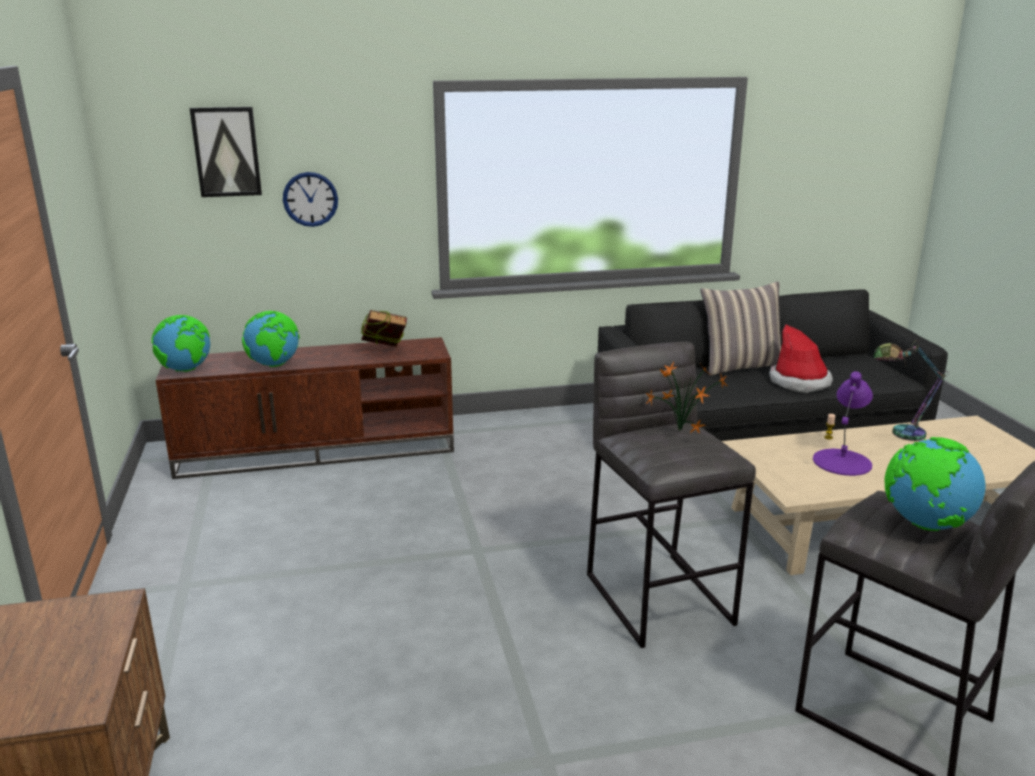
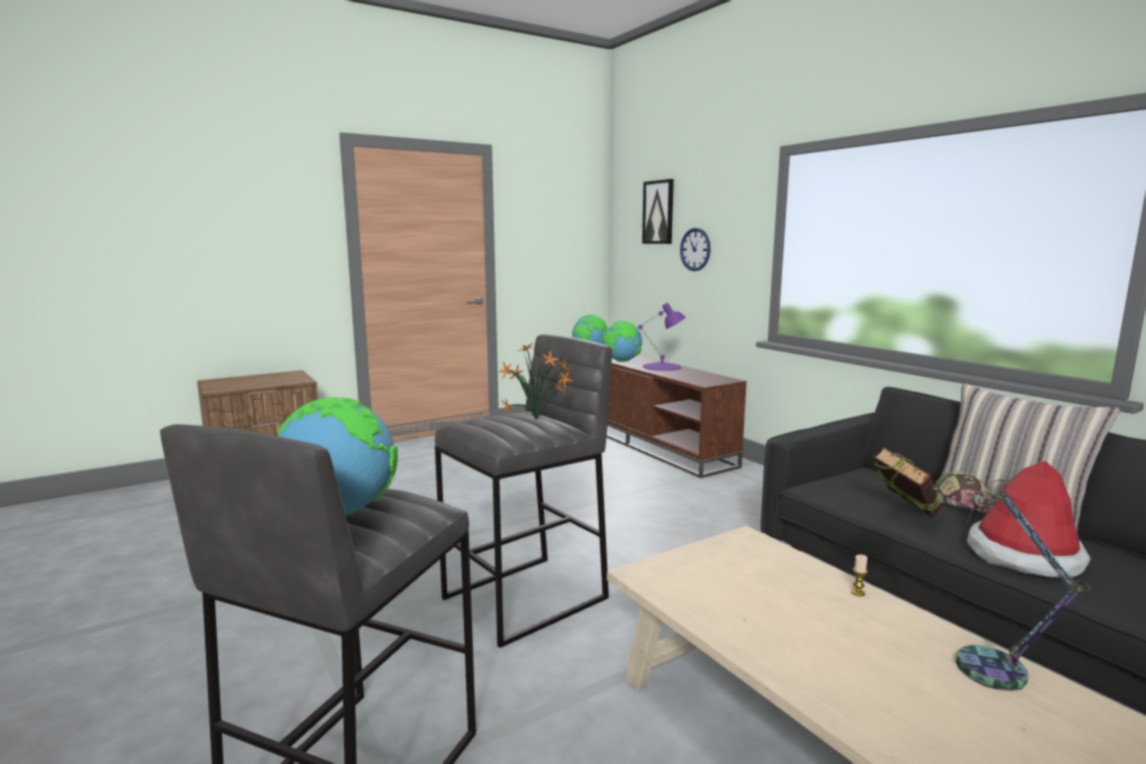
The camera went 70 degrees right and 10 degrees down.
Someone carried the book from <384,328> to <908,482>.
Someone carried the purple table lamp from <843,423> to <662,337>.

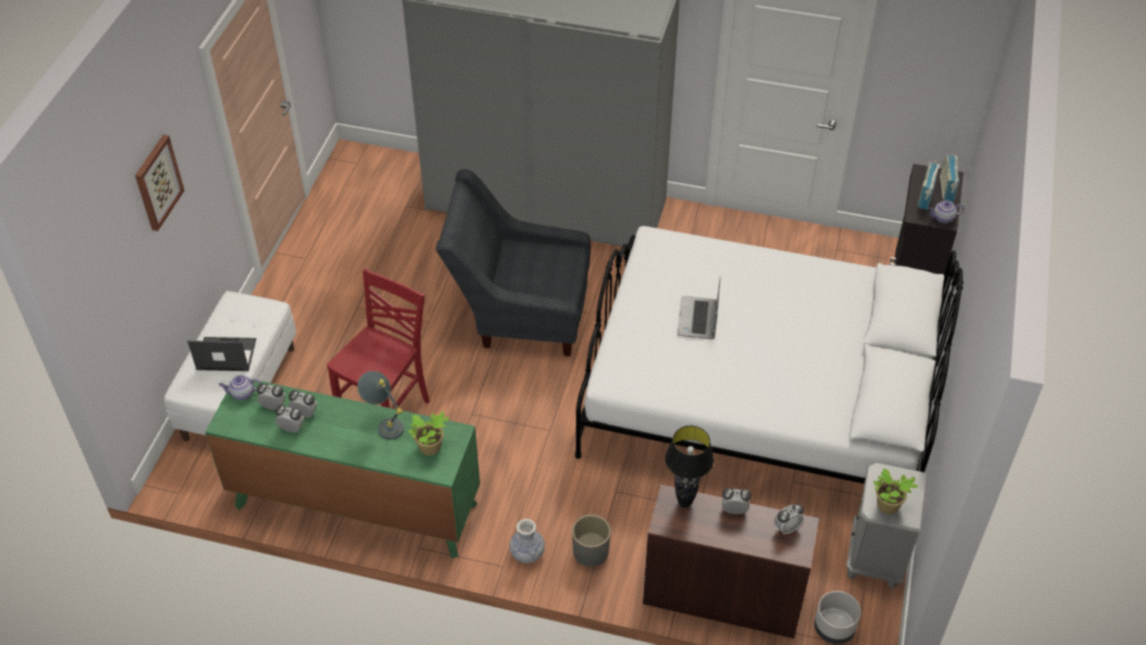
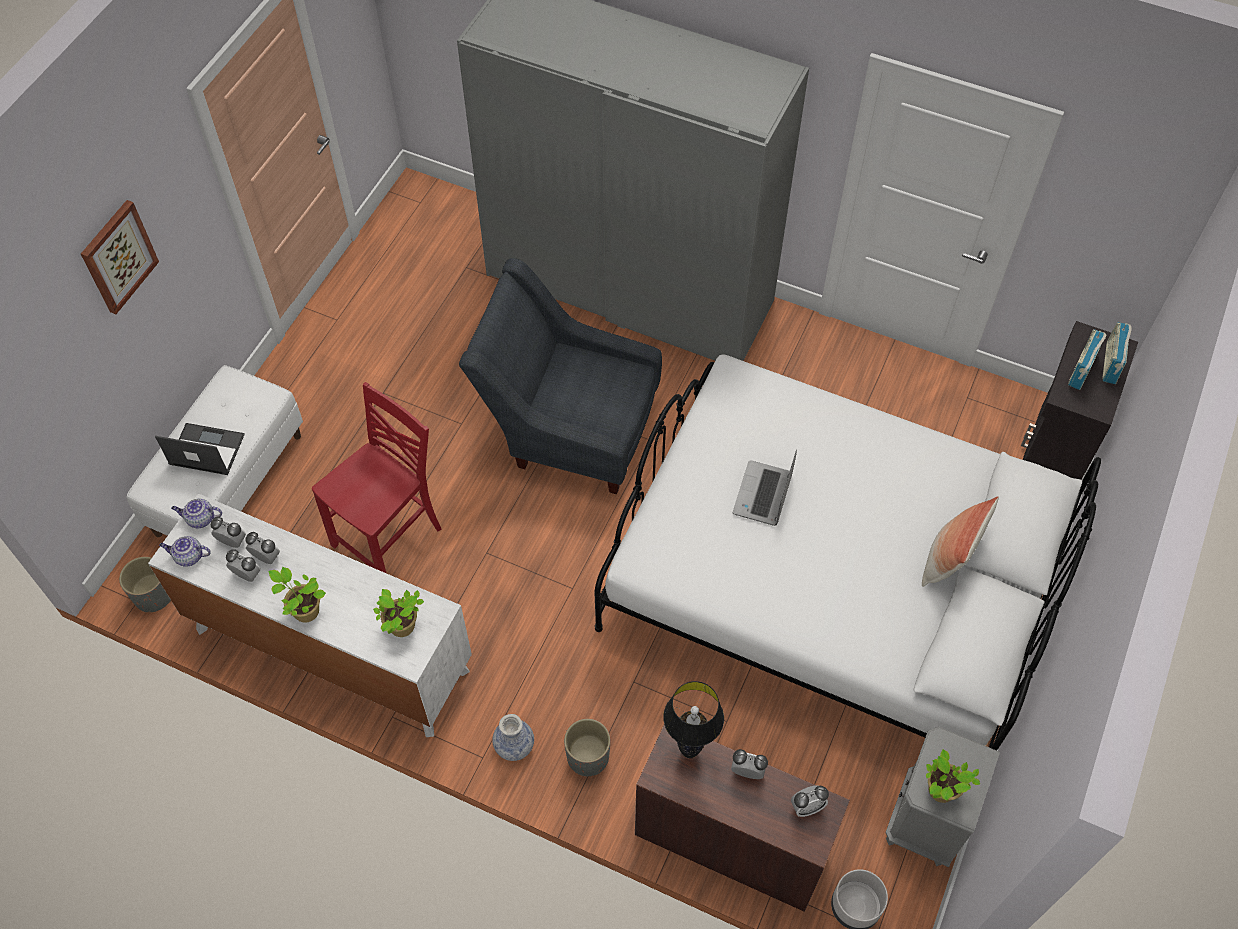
The camera went 10 degrees right and 10 degrees up.
Someone took away the grey table lamp at <380,405>.
Someone put down the grey planter at <145,584>.
Someone put down the potted plant at <297,595>.
Someone put down the pillow at <960,542>.
Someone carried the teapot from <946,212> to <185,551>.
Someone repainted the green dresser at <342,468>, which became the white dresser at <310,615>.

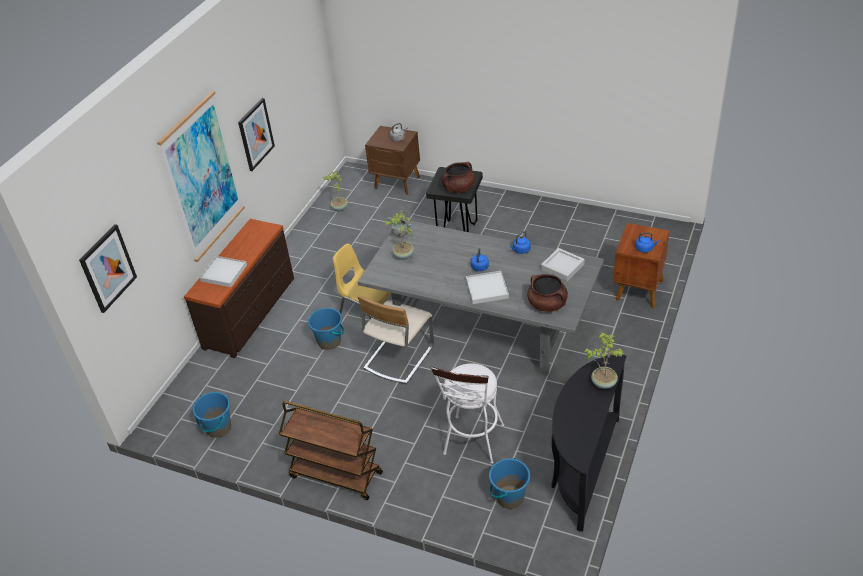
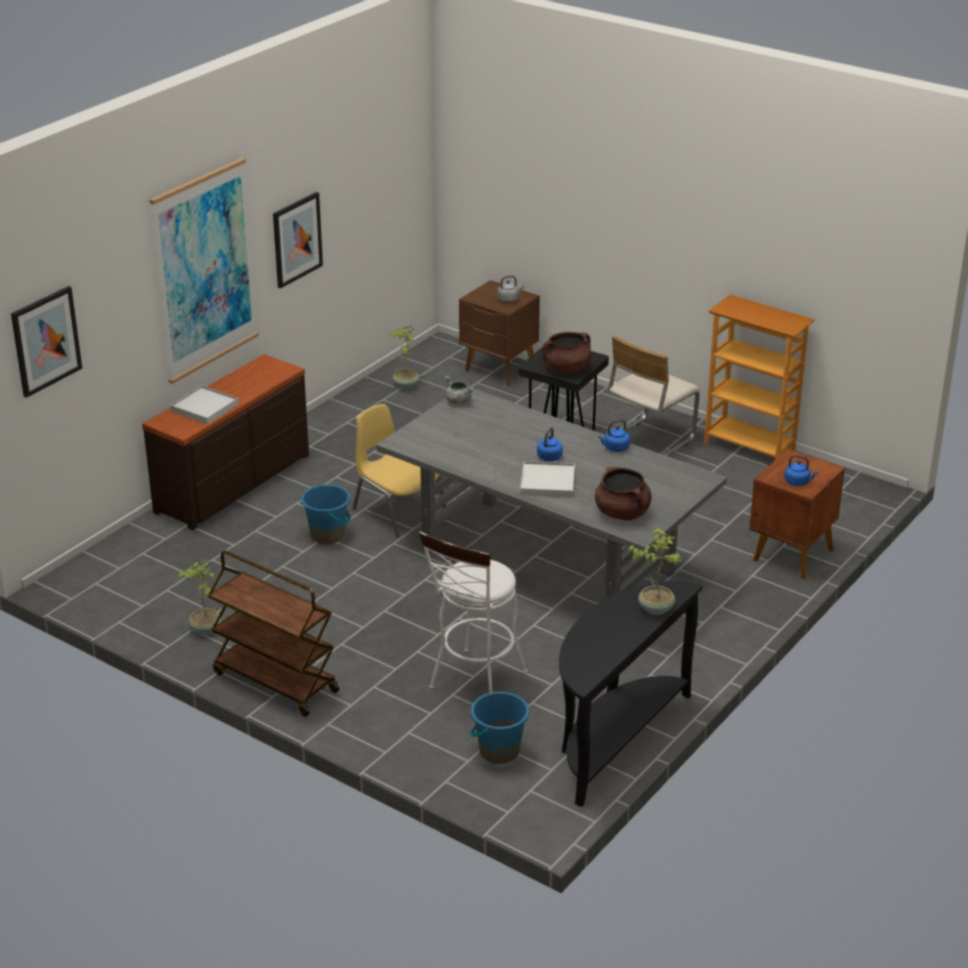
The camera went 10 degrees right and 10 degrees down.
Someone took away the blue bucket at <211,415>.
Someone took away the grey tray at <563,264>.
Someone put down the bookcase at <759,377>.
Someone carried the beige chair from <395,339> to <654,396>.
Someone carried the potted plant from <399,235> to <200,597>.

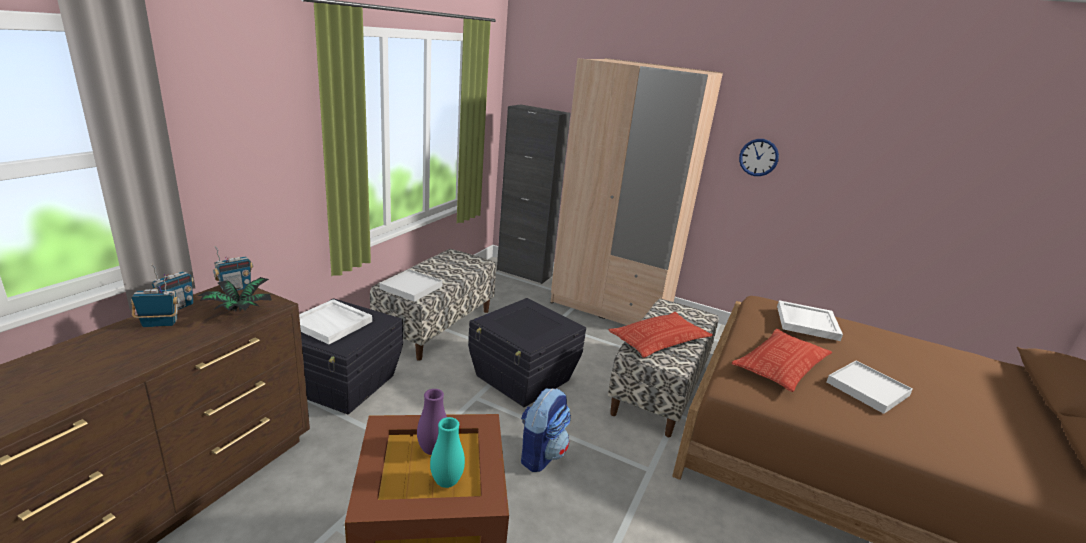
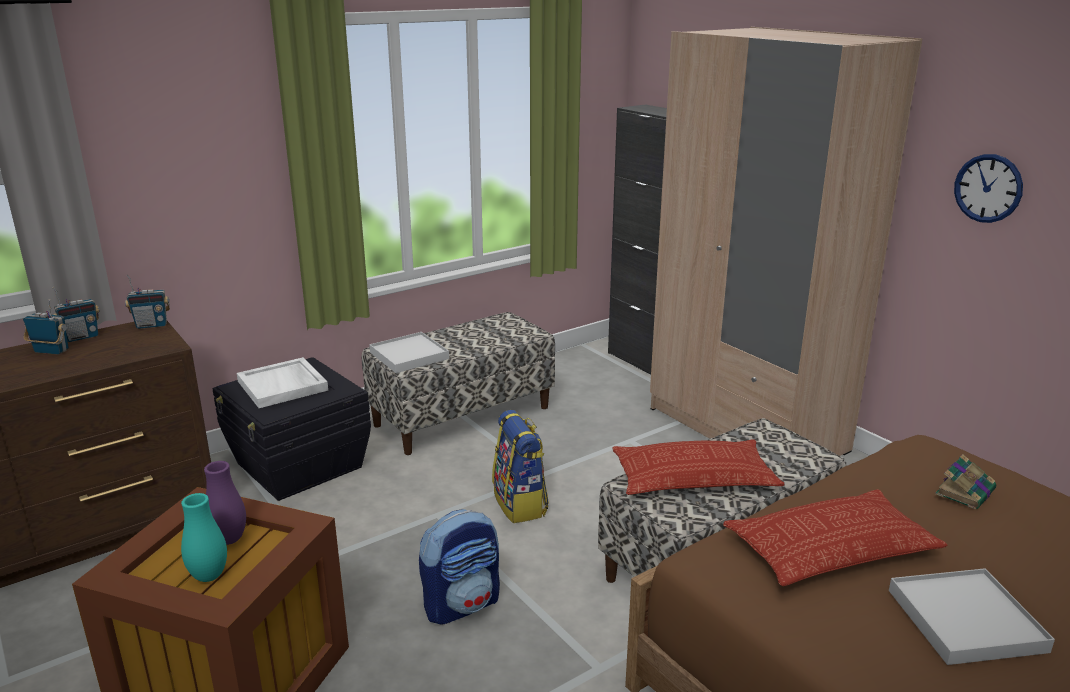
The camera went 30 degrees right and 0 degrees up.
Someone took away the potted plant at <235,294>.
Someone swapped the black storage box at <527,352> for the backpack at <520,466>.
Someone swapped the white tray at <810,320> for the book at <965,482>.

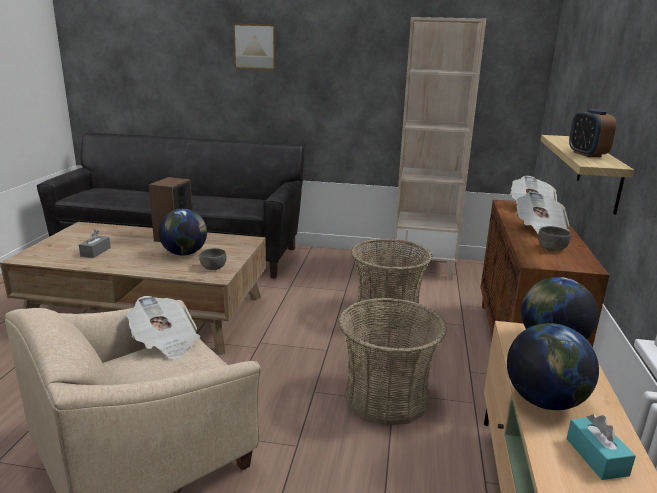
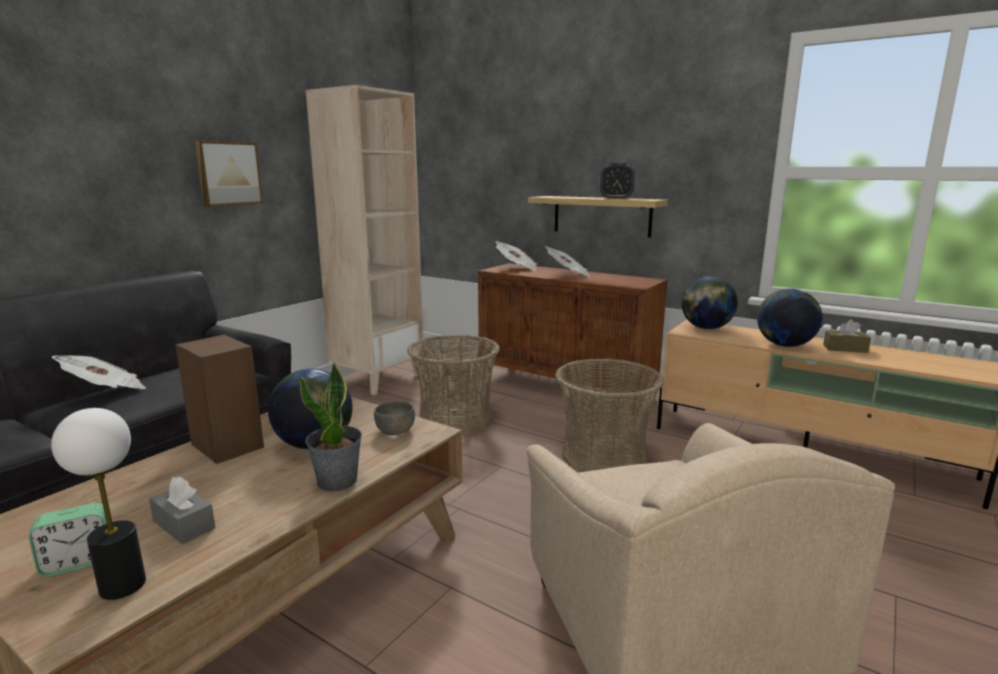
The camera went 65 degrees left and 5 degrees down.
Someone took away the grey bowl at <554,238>.
Someone put down the alarm clock at <68,540>.
Someone put down the table lamp at <98,504>.
Someone put down the potted plant at <331,426>.
Someone carried the newspaper from <163,327> to <99,372>.
Someone carried the picture from <255,46> to <229,173>.
Someone repainted the turquoise tissue box at <601,447>, which became the brown tissue box at <847,336>.

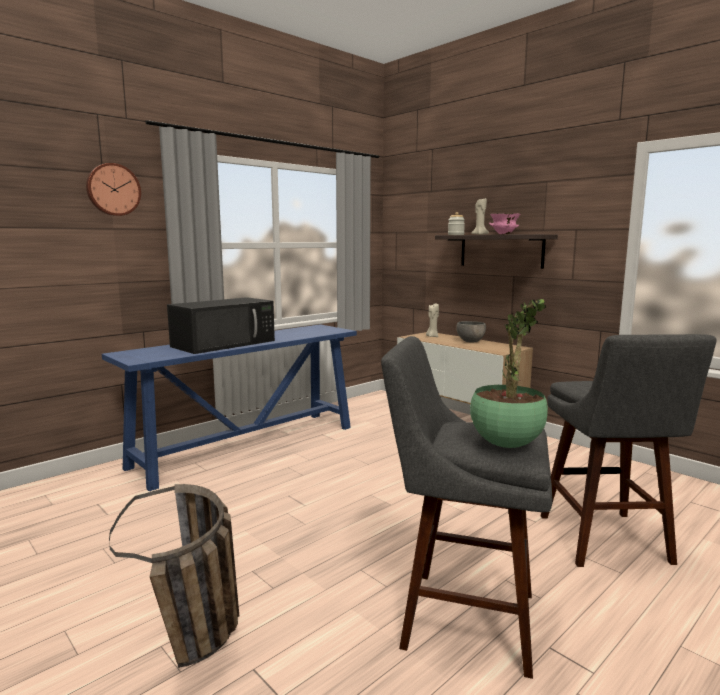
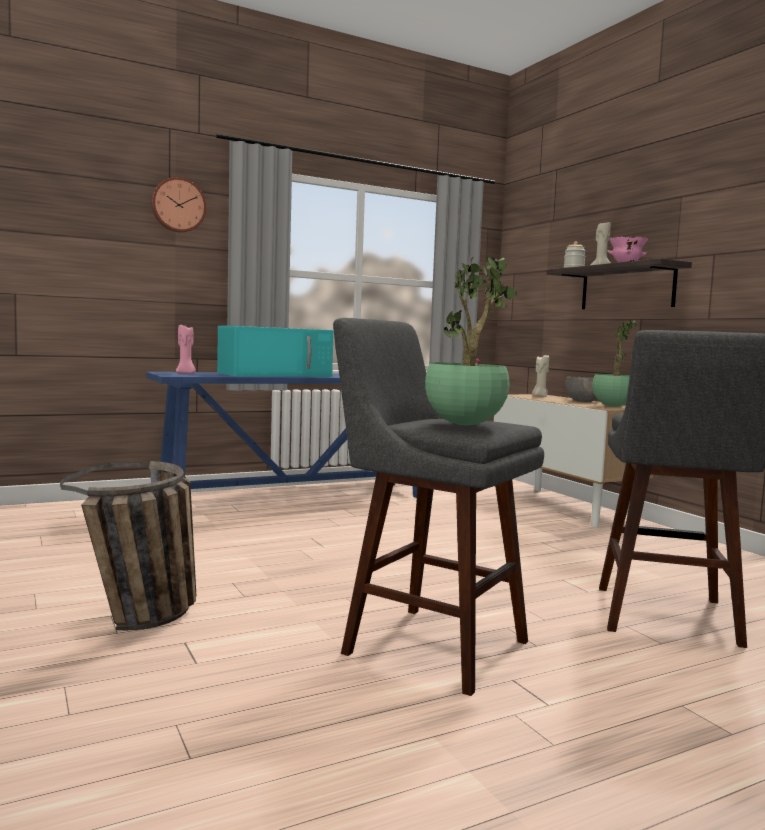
The camera went 15 degrees right and 5 degrees down.
Someone put down the pink candle at <186,349>.
Someone put down the potted plant at <614,363>.
Someone repainted the black microwave at <221,325>, which became the turquoise microwave at <275,351>.

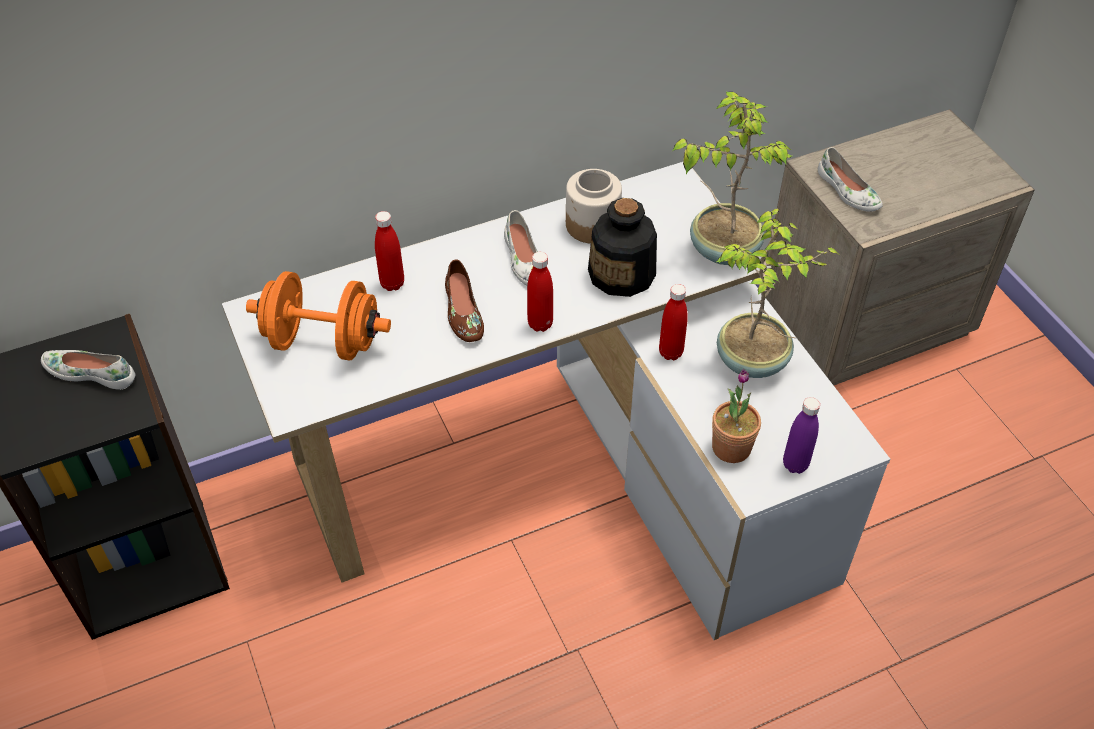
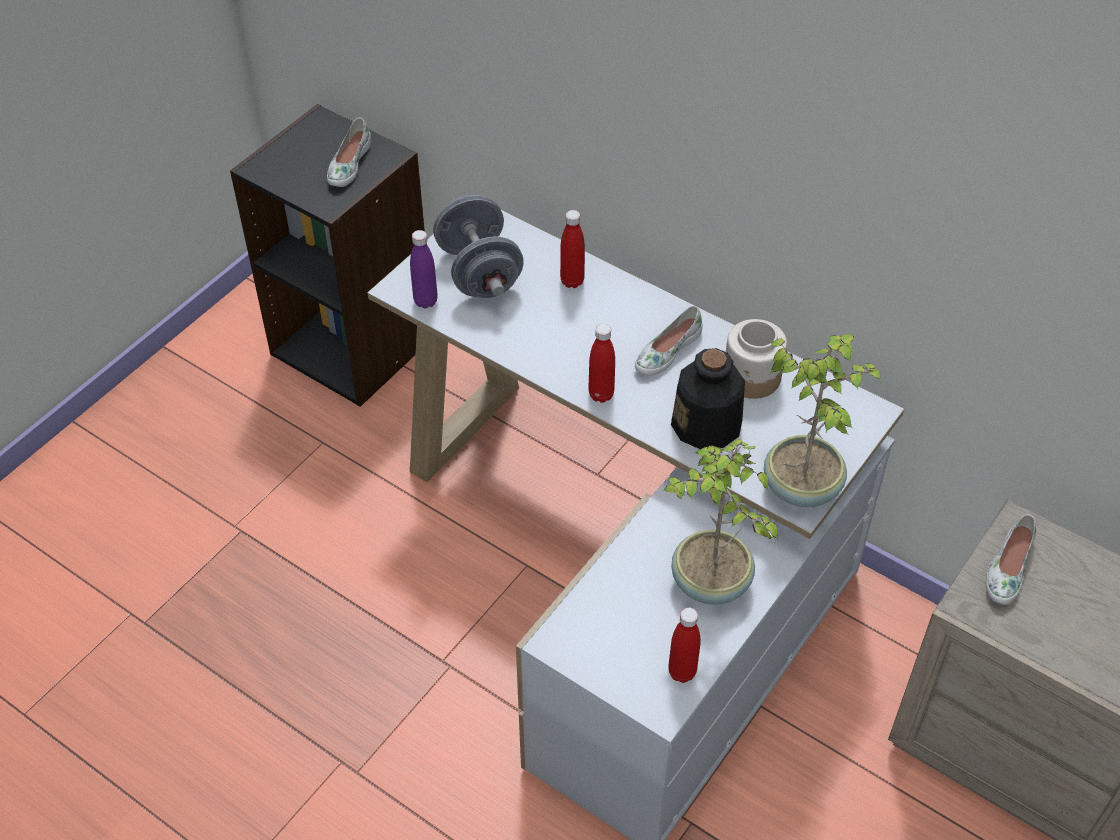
The camera went 60 degrees right and 0 degrees up.
Someone took away the brown shoe at <464,301>.
Someone took away the potted plant at <736,416>.
Someone carried the red bottle from <673,322> to <684,645>.
Someone carried the purple bottle from <801,435> to <424,269>.
Someone repainted the orange dumbbell at <318,315>, which became the grey dumbbell at <478,246>.
Someone rotated the white shoe at <88,370> by 150 degrees counterclockwise.

